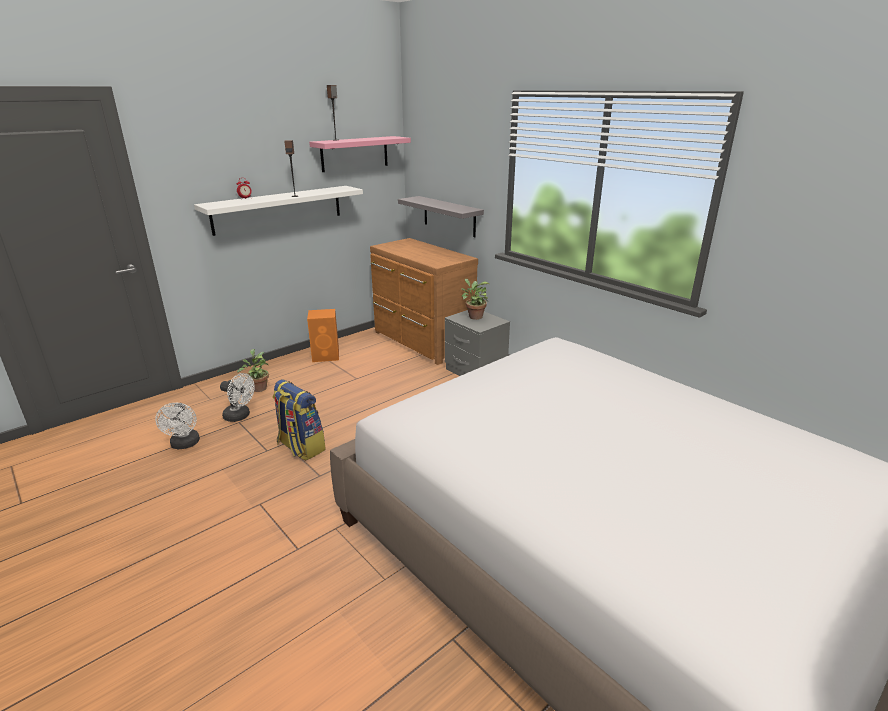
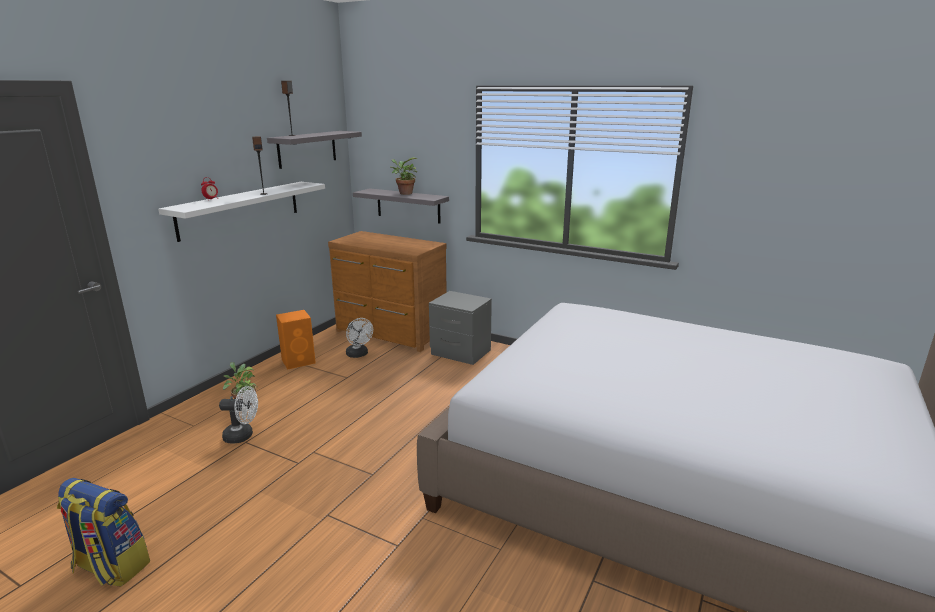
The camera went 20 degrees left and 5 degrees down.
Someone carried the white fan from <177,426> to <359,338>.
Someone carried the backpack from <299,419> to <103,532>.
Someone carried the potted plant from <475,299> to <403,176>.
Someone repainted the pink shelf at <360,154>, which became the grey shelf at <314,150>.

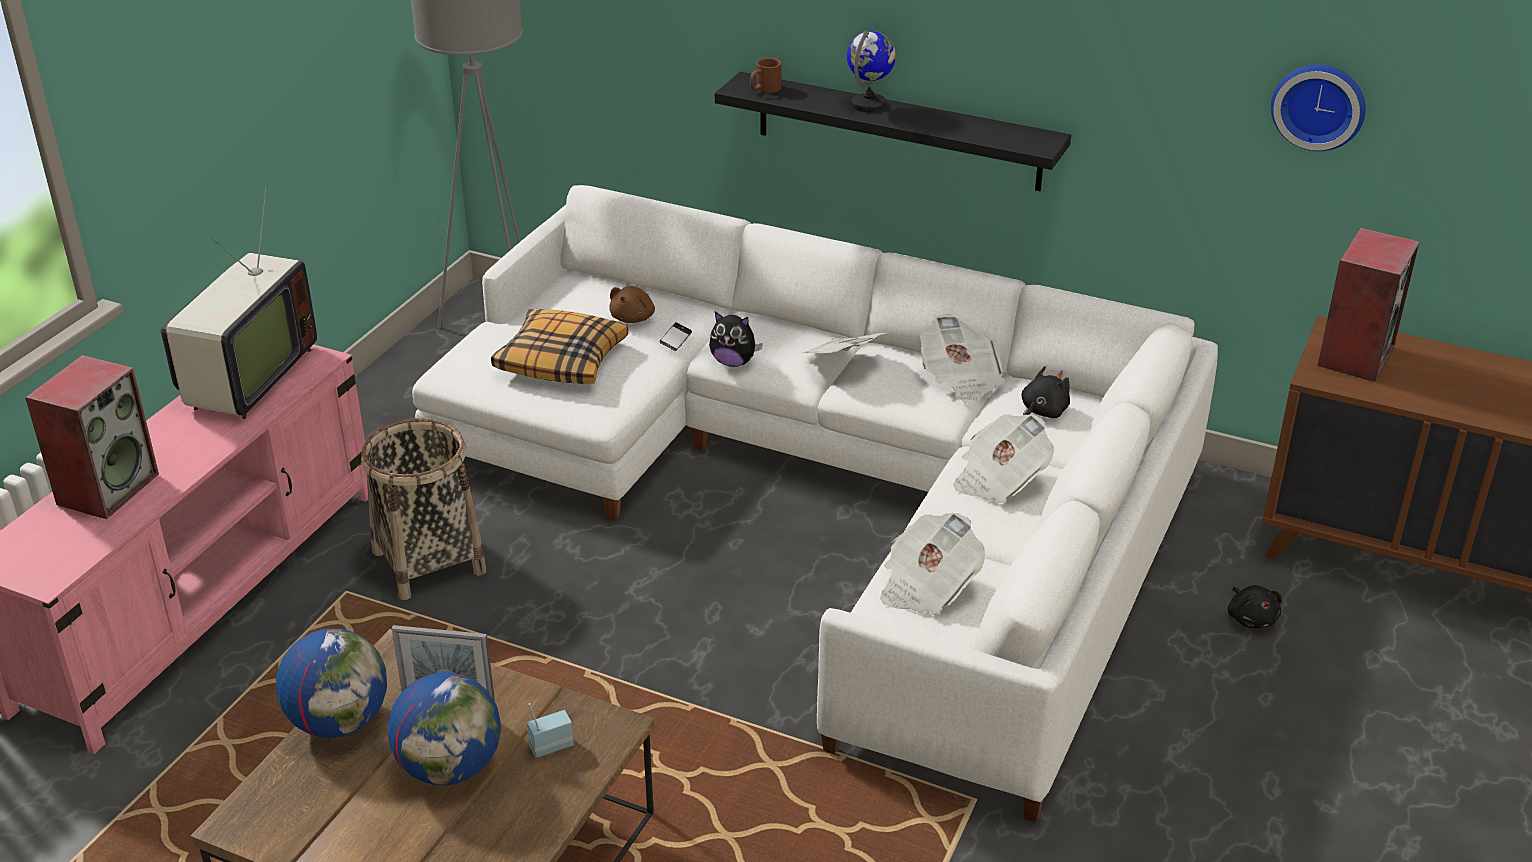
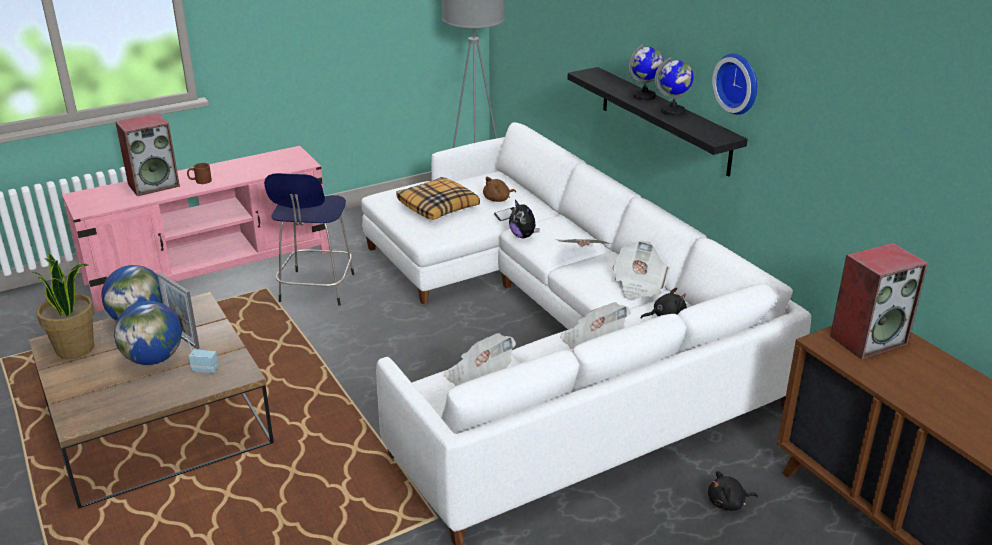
The camera went 35 degrees right and 5 degrees down.
Someone took away the television at <239,302>.
Someone put down the potted plant at <63,306>.
Someone put down the globe at <674,86>.
Someone carried the brown mug from <766,75> to <199,173>.
Someone carried the wall clock from <1318,107> to <734,84>.
Someone swapped the basket at <423,509> for the blue stool at <309,239>.
Someone rotated the black plush toy at <1255,606> by 60 degrees clockwise.

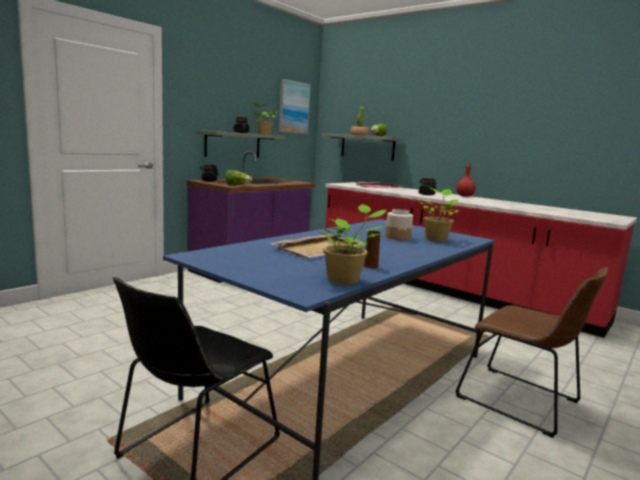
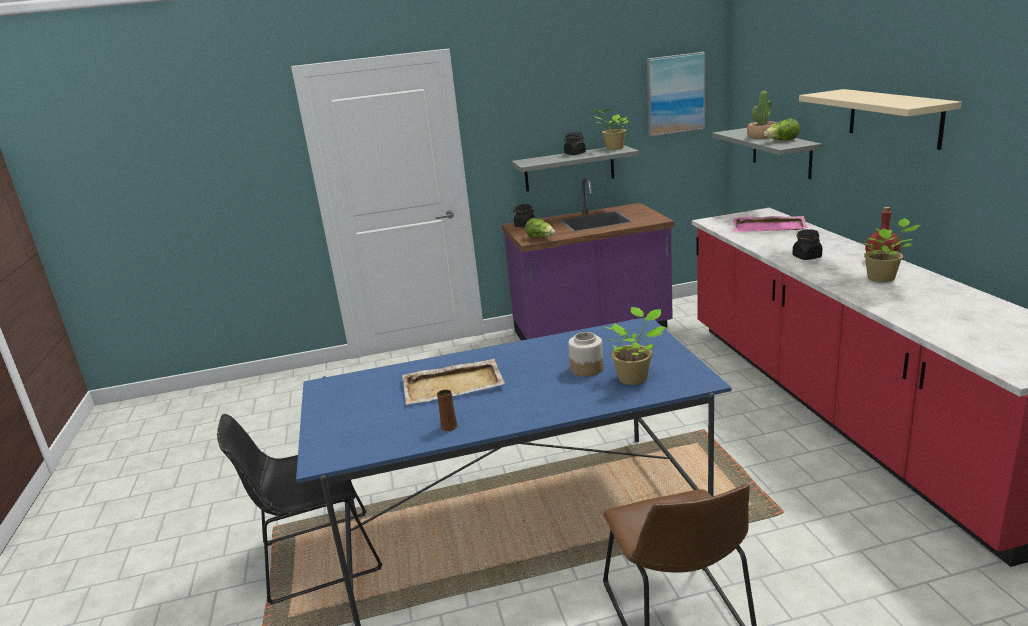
The camera went 40 degrees right and 10 degrees up.
Someone put up the beige shelf at <880,119>.
Someone carried the potted plant from <353,244> to <892,250>.

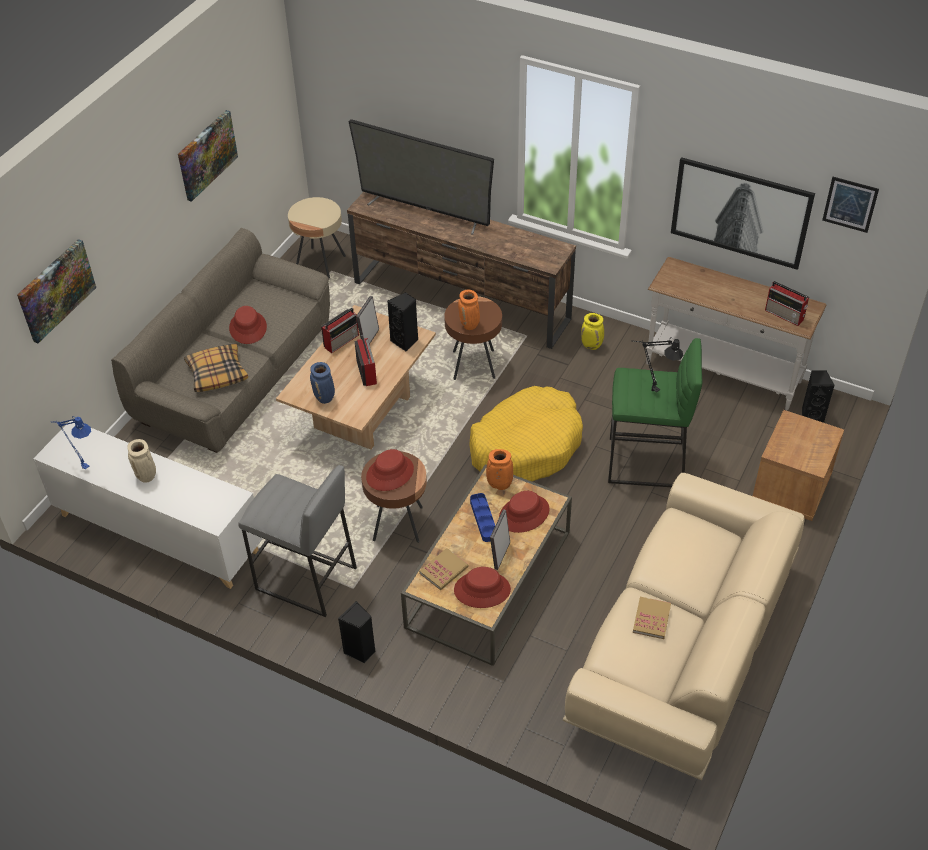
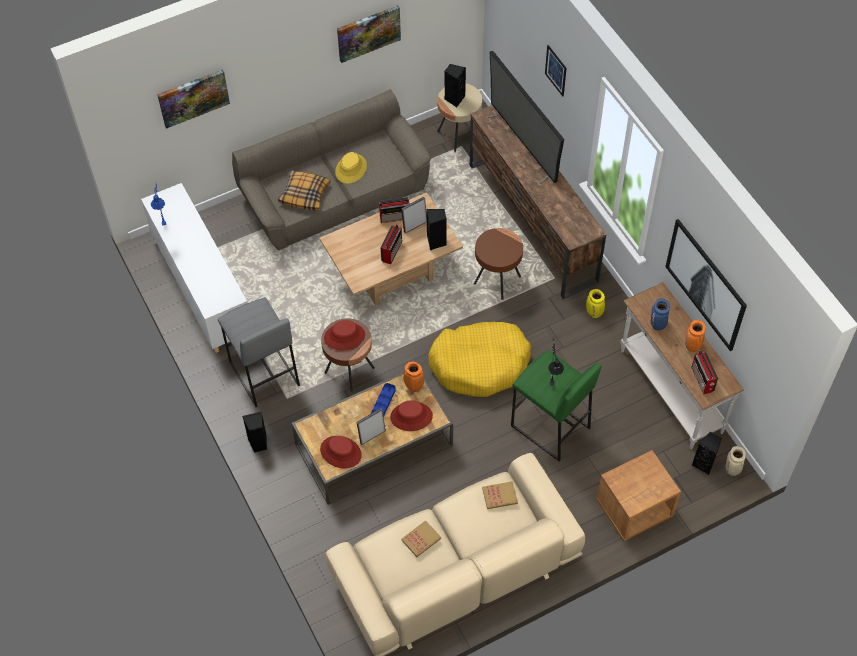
The camera went 35 degrees right and 10 degrees up.
Someone put down the black speaker at <455,85>.
Someone carried the beige vase from <141,461> to <735,461>.
Someone carried the blue vase from <322,383> to <660,315>.
Someone carried the book from <443,569> to <500,495>.
Someone carried the orange vase from <469,310> to <695,336>.
Someone carried the picture from <850,205> to <556,71>.
Someone repainted the red hat at <248,325>, which became the yellow hat at <351,168>.

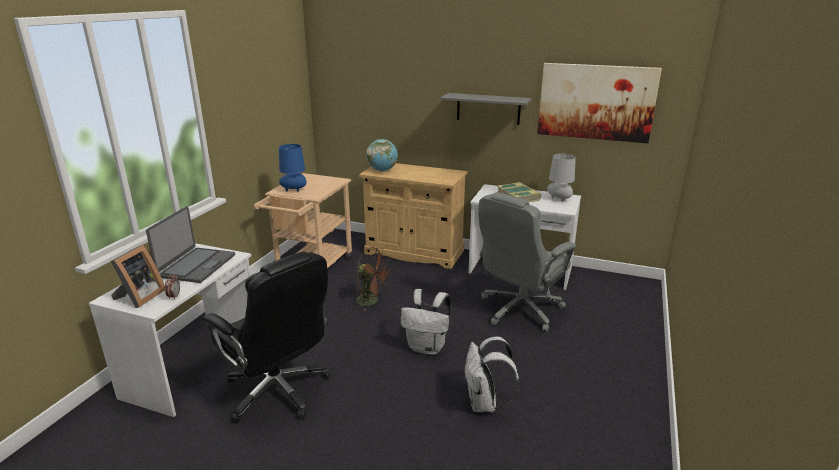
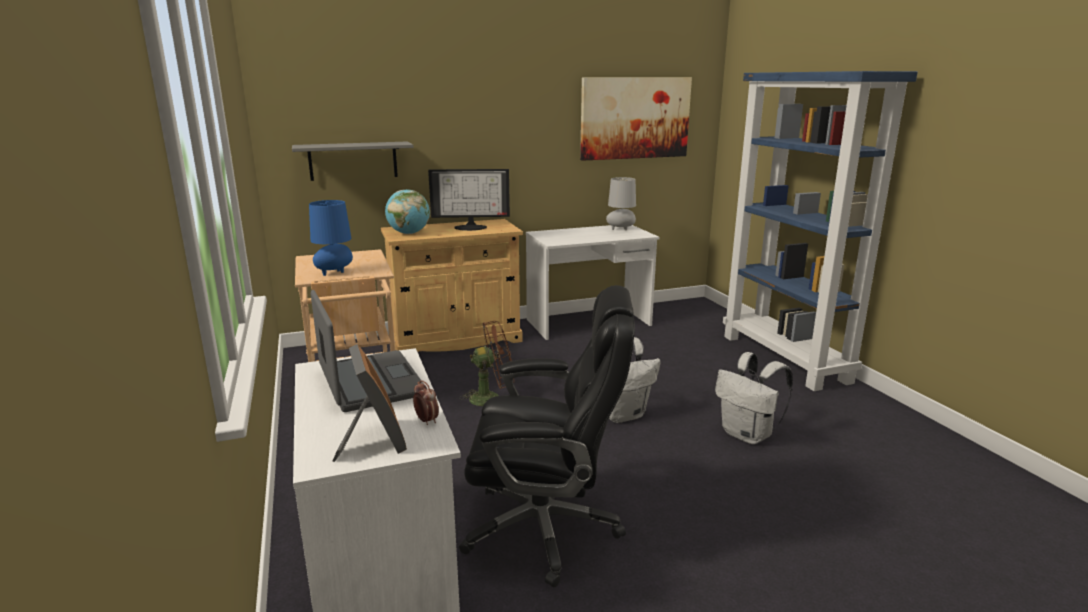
The camera went 40 degrees left and 5 degrees down.
Someone took away the grey office chair at <527,262>.
Someone took away the book at <519,192>.
Someone put down the monitor at <469,200>.
Someone put down the blue bookcase at <820,231>.
Someone carried the grey shelf from <486,109> to <353,161>.

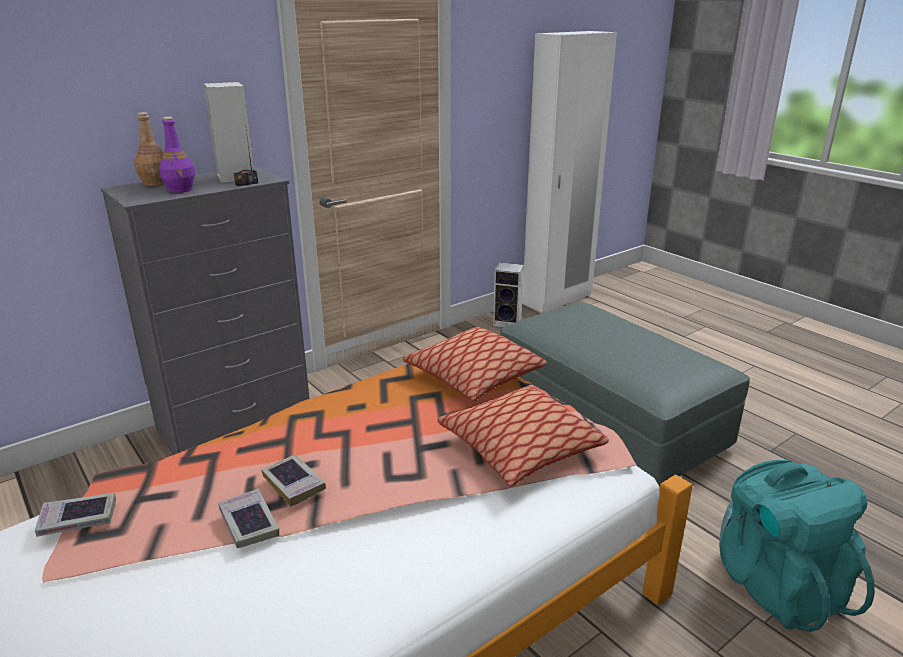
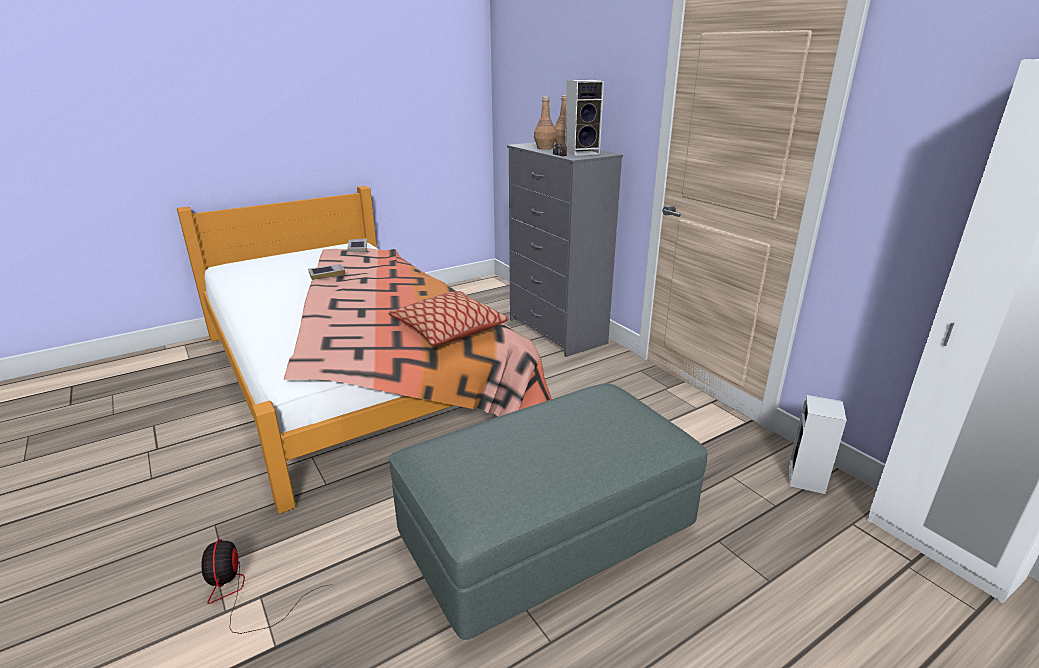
The camera went 95 degrees right and 0 degrees up.
Someone took away the book at <293,480>.
Someone took away the pillow at <523,436>.
Someone swapped the turquoise backpack at <797,546> for the fan at <267,586>.
Someone repainted the purple bottle at <177,155>, which became the brown bottle at <545,123>.

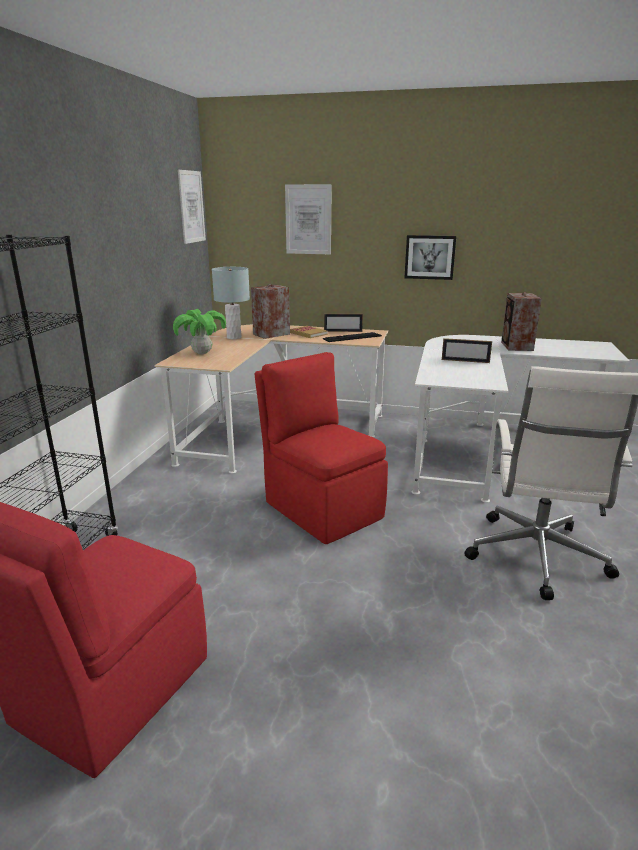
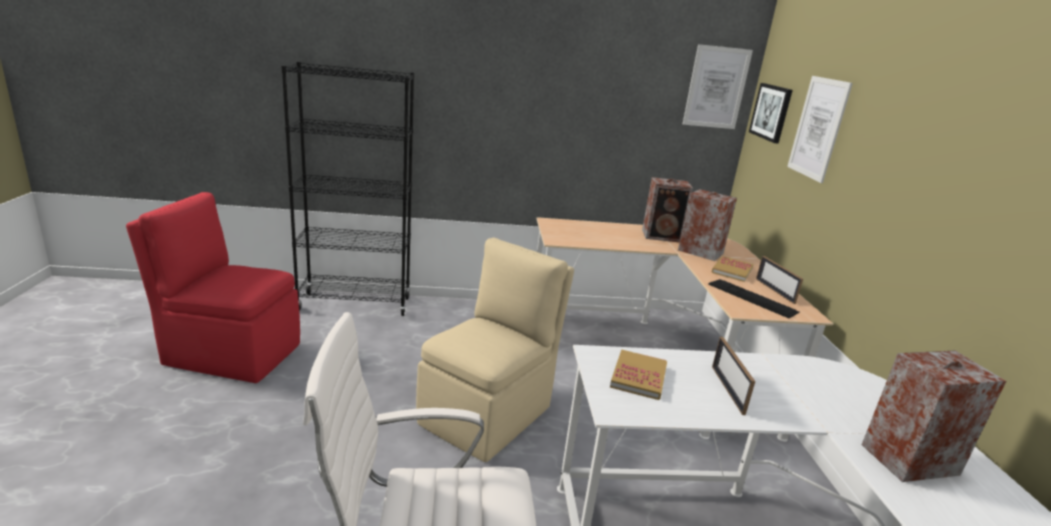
The camera went 70 degrees right and 0 degrees up.
Someone took away the potted plant at <199,331>.
Someone put down the book at <638,374>.
Someone carried the picture from <430,257> to <771,113>.
Someone swapped the grey table lamp at <231,303> for the speaker at <667,209>.
Someone repainted the red chair at <321,448>, which became the beige chair at <495,350>.

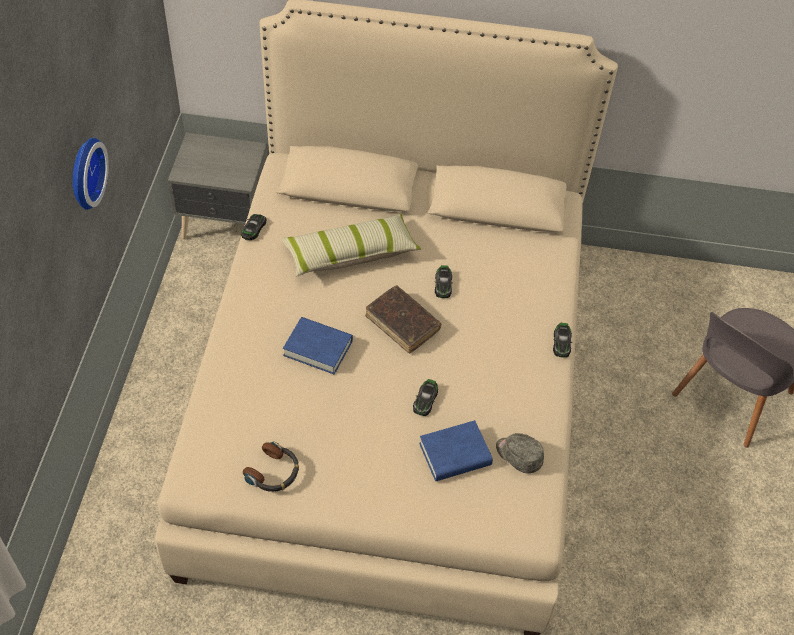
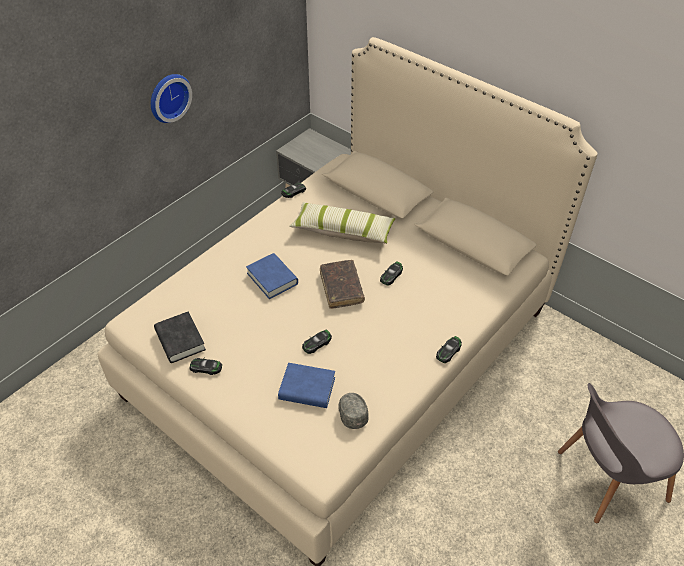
The camera went 35 degrees right and 5 degrees down.
Someone put down the toy car at <205,366>.
Someone swapped the headphones at <271,467> for the black book at <180,337>.

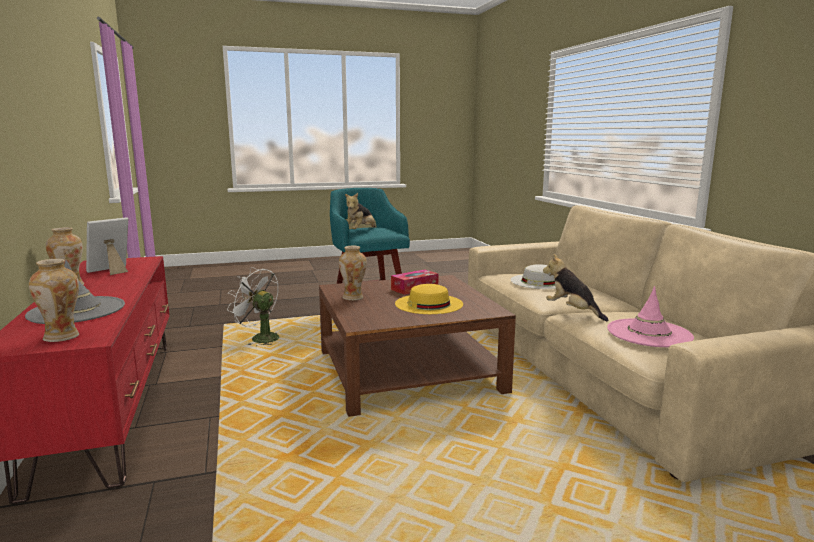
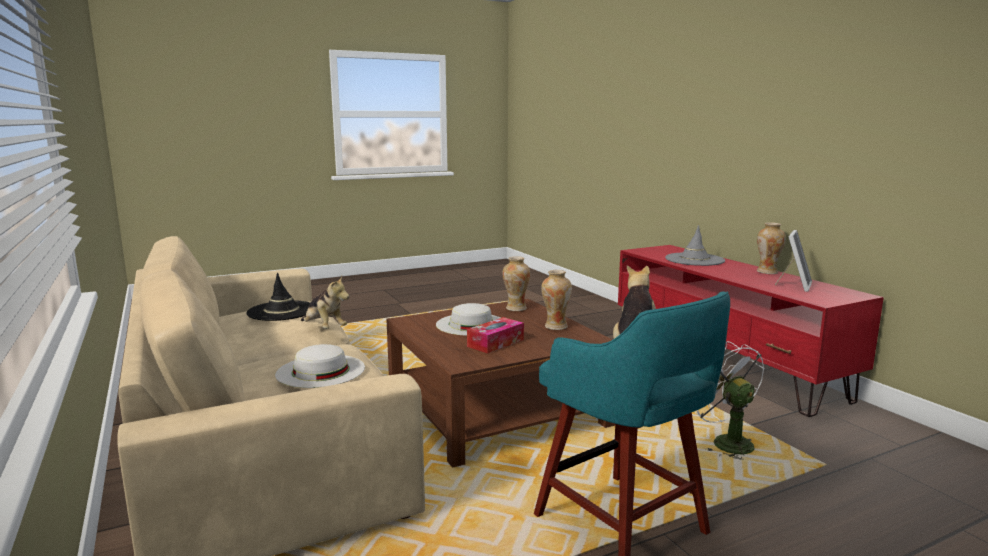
The camera went 170 degrees right and 0 degrees up.
Someone carried the vase from <54,300> to <516,283>.
Someone repainted the yellow hat at <429,299>, which became the white hat at <468,319>.
Someone repainted the pink hat at <650,316>, which became the black hat at <278,297>.
Someone rotated the white fan at <253,306> by 135 degrees counterclockwise.

